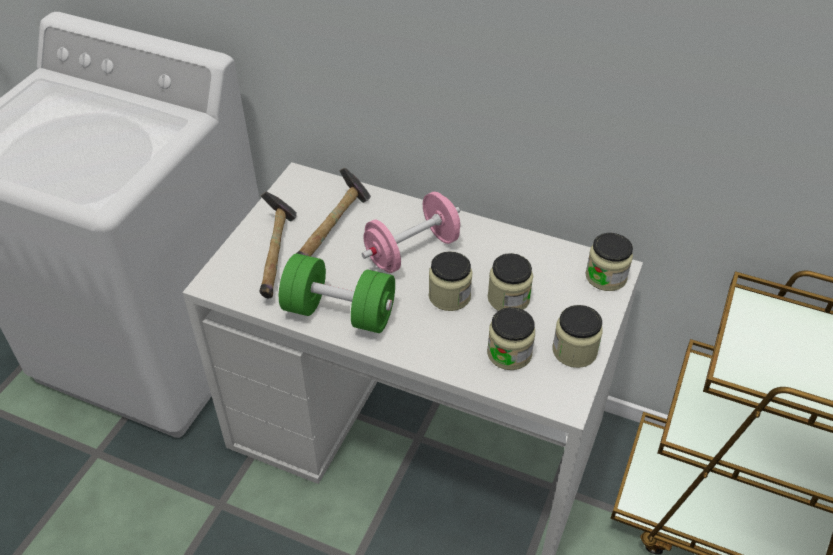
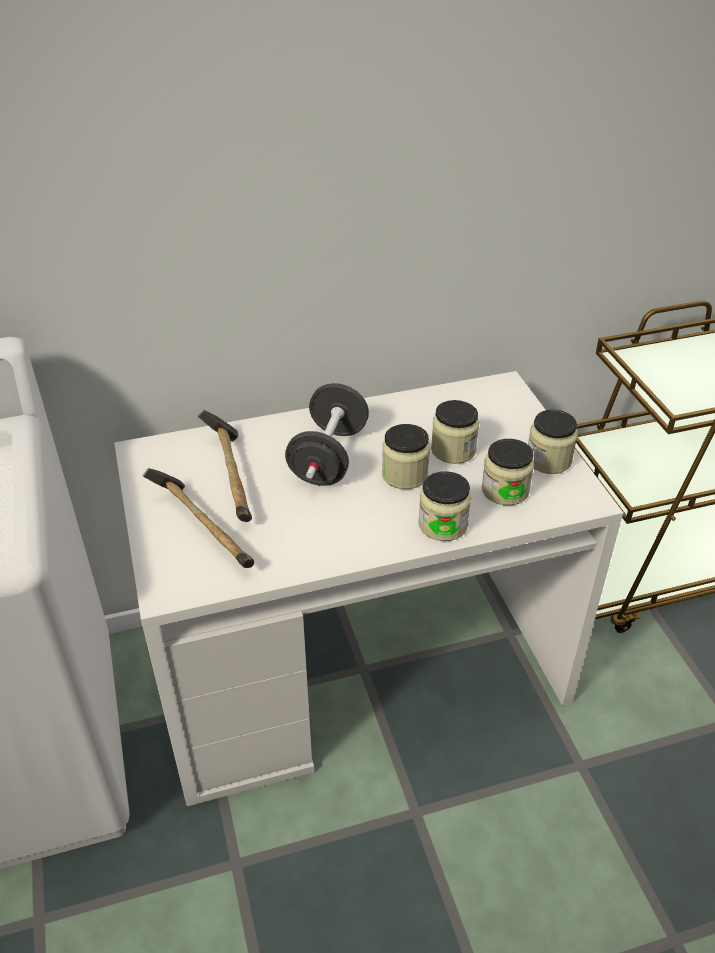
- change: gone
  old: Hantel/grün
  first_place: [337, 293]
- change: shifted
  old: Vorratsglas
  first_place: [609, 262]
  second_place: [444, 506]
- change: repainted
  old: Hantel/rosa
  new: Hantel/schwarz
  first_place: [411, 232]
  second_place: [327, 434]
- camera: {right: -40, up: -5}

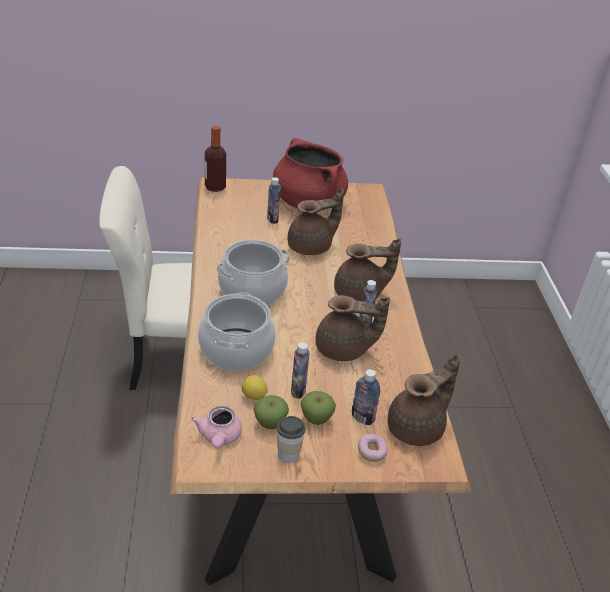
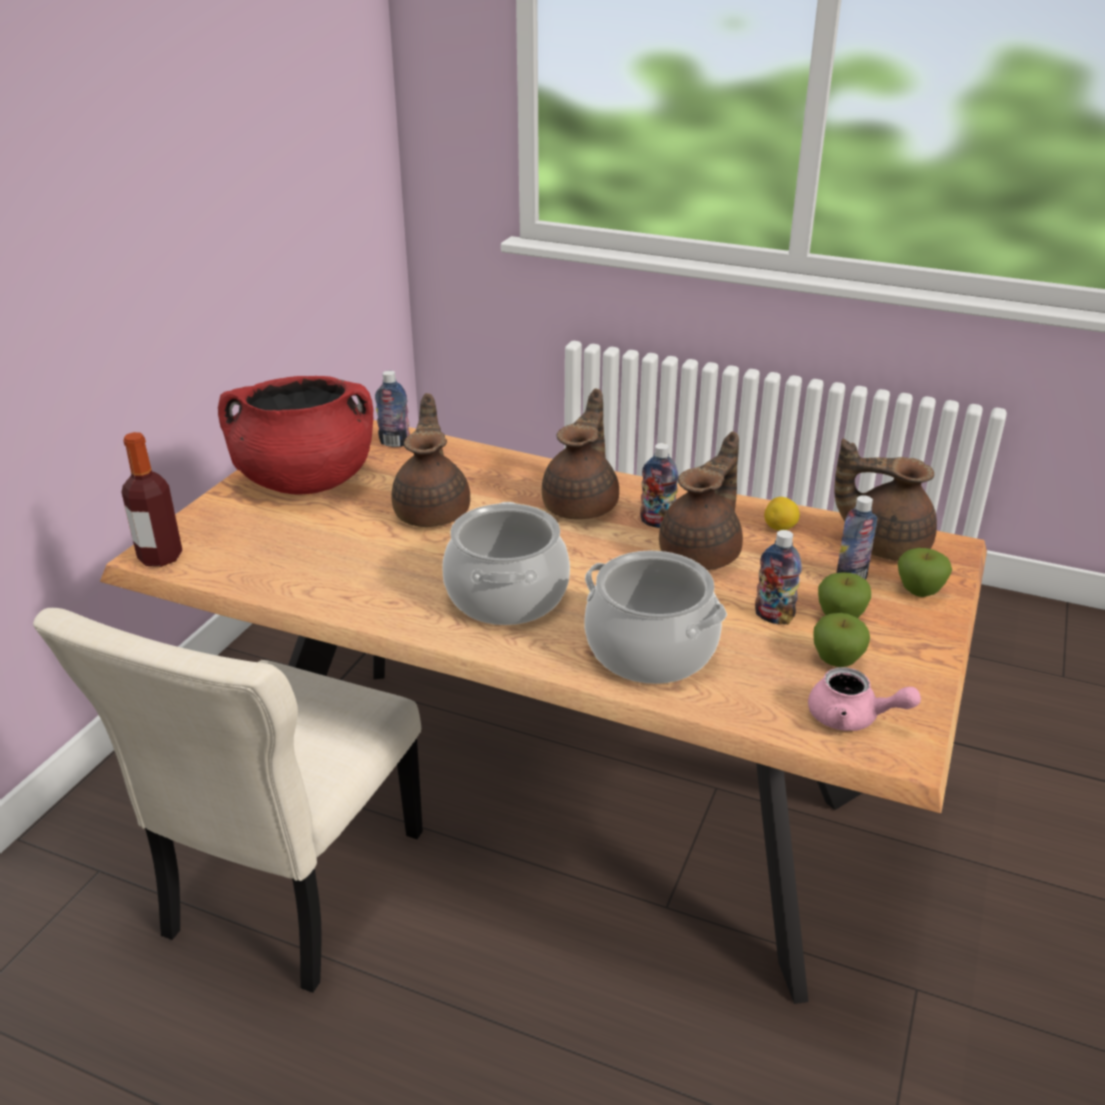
- change: gone
  old: Tasse
  first_place: [291, 439]
- change: shifted
  old: Zitrone
  first_place: [255, 387]
  second_place: [782, 513]
- change: shifted
  old: Flasche
  first_place: [274, 200]
  second_place: [392, 409]
- change: swapped
  old: Donut
  new: Apfel
  first_place: [372, 448]
  second_place: [925, 572]
- change: rotated
  old: Teekanne/braun
  first_place: [424, 400]
  second_place: [885, 499]
  degrees: -60
- camera: {right: -60, up: -5}

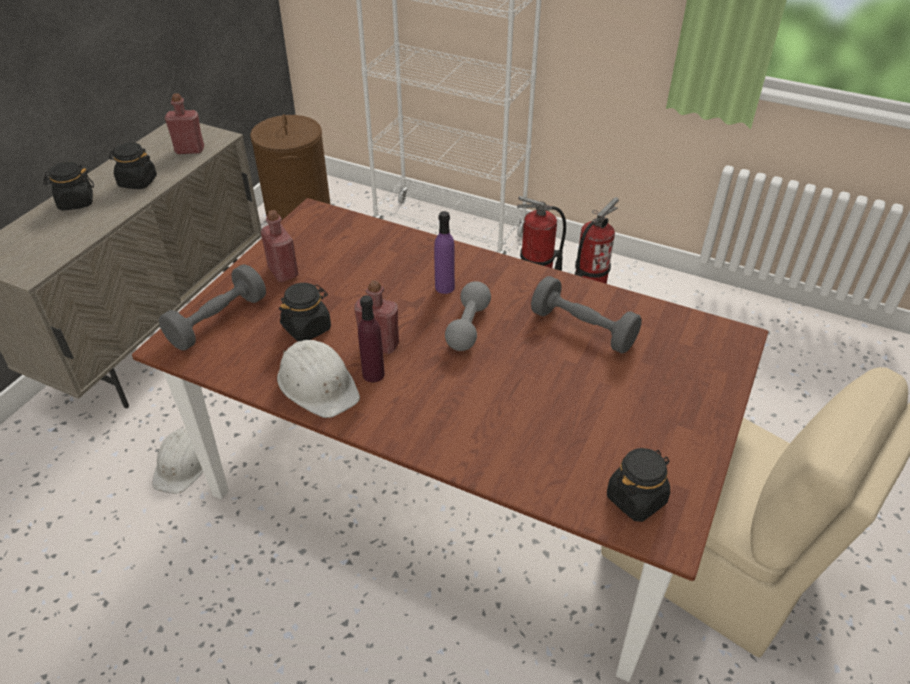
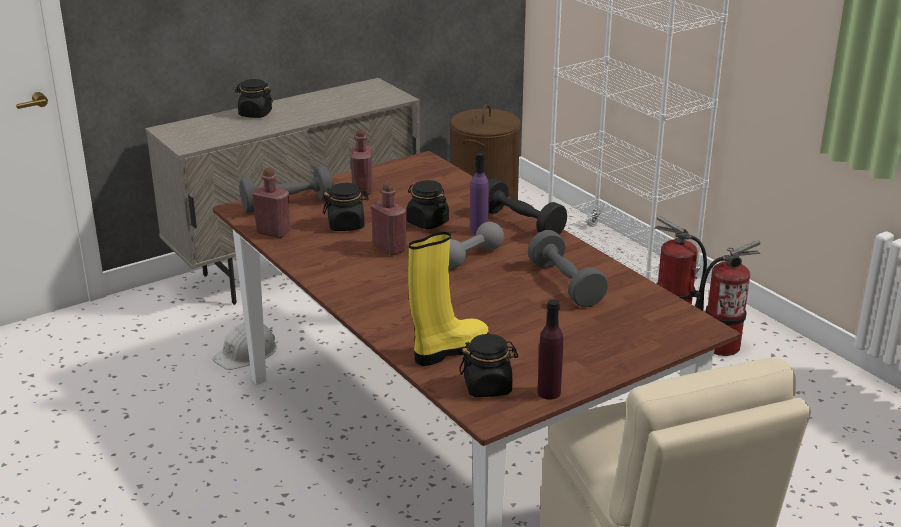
- change: gone
  old: Schutzhelm/weiß
  first_place: [318, 379]
- change: new
  new: Stiefel/gelb
  second_place: [448, 299]
- change: new
  new: Hantel/schwarz
  second_place: [527, 206]
- change: shifted
  old: Vorratsglas/schwarz
  first_place: [133, 165]
  second_place: [427, 204]
- change: shifted
  old: Flasche/rot
  first_place: [184, 123]
  second_place: [271, 203]
- change: shifted
  old: Flasche/lila
  first_place: [371, 338]
  second_place: [550, 349]
- camera: {right: 30, up: -15}

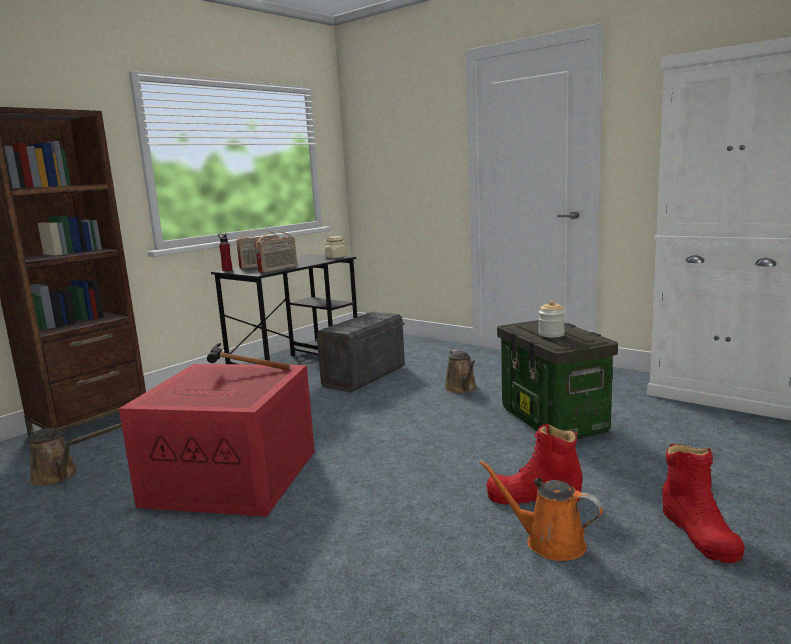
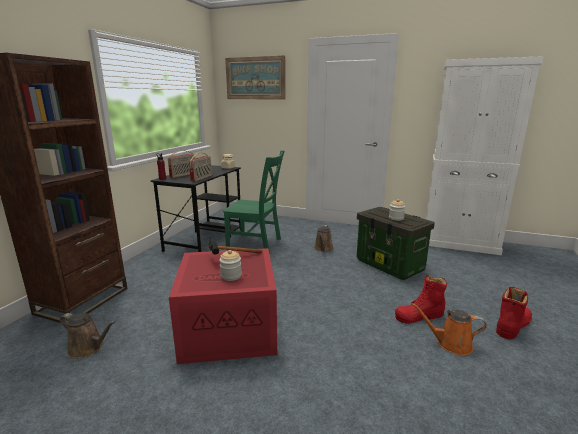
- change: new
  new: Vorratsglas
  second_place: [230, 265]
- change: new
  new: Bild
  second_place: [255, 77]
- change: swapped
  old: Aufbewahrungsbox/grau
  new: Stuhl/grün
  first_place: [360, 352]
  second_place: [254, 202]
- change: rotated
  old: Gießkanne/braun
  first_place: [460, 371]
  second_place: [324, 238]
  degrees: 45
- change: rotated
  old: Stiefel/rot
  first_place: [703, 503]
  second_place: [514, 313]
  degrees: -105
- camera: {right: -20, up: 5}

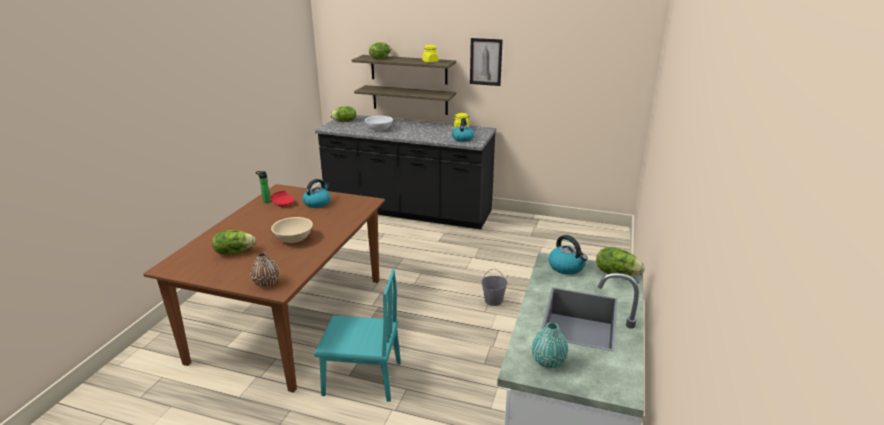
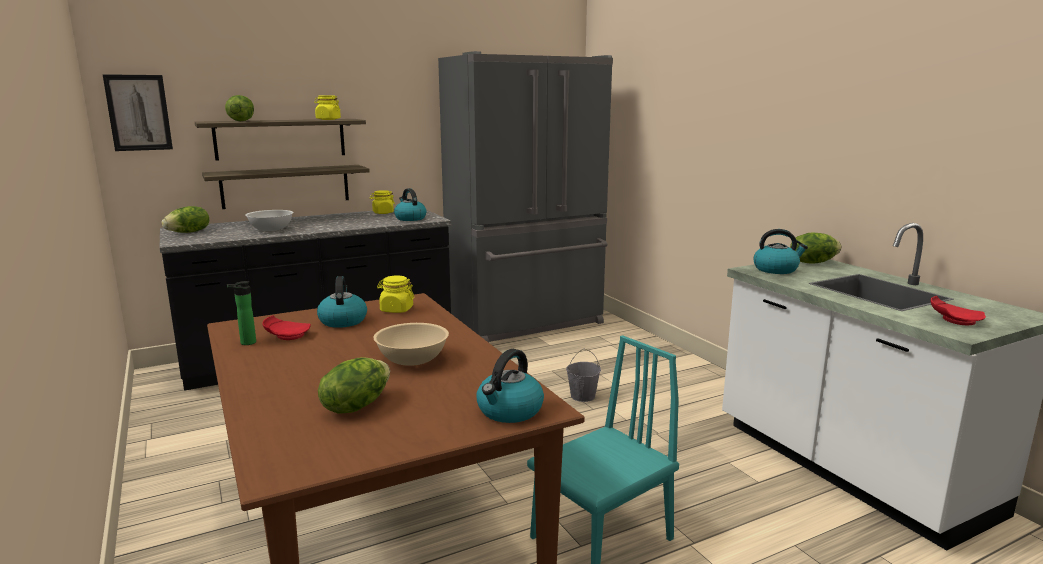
- change: new
  new: Vorratsglas/gelb
  second_place: [395, 294]
- change: new
  new: Kühlschrank/grau
  second_place: [525, 197]
- change: shifted
  old: Bild
  first_place: [486, 62]
  second_place: [137, 112]
- change: swapped
  old: Vase/braun
  new: Wasserkessel
  first_place: [265, 269]
  second_place: [510, 386]
- change: swapped
  old: Vase/türkis
  new: Teller/rot
  first_place: [550, 345]
  second_place: [958, 310]
- camera: {right: -45, up: -10}

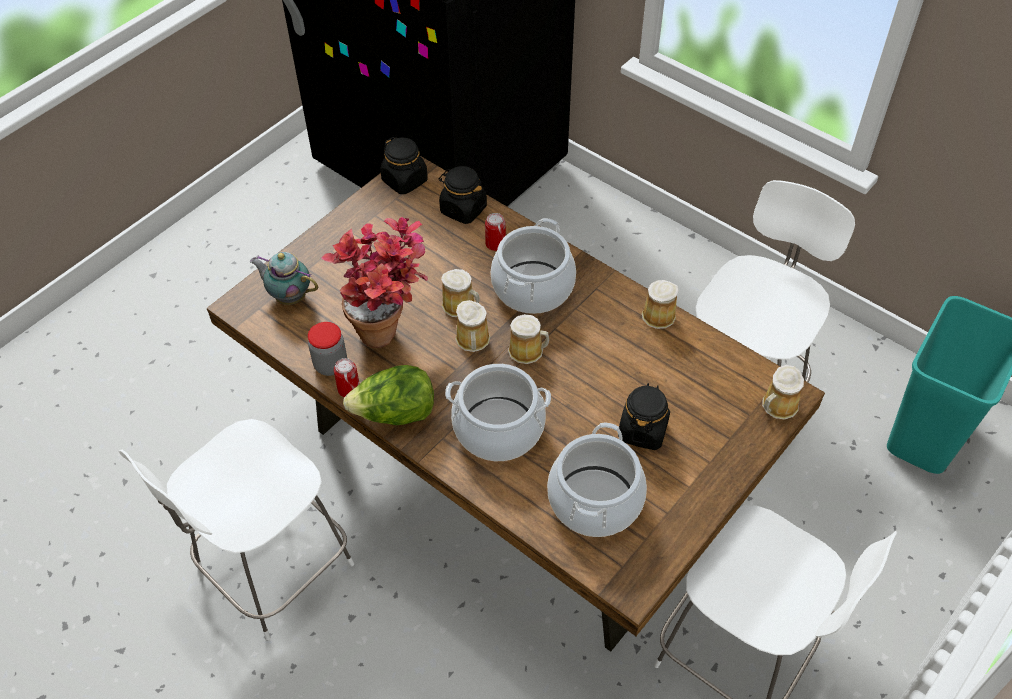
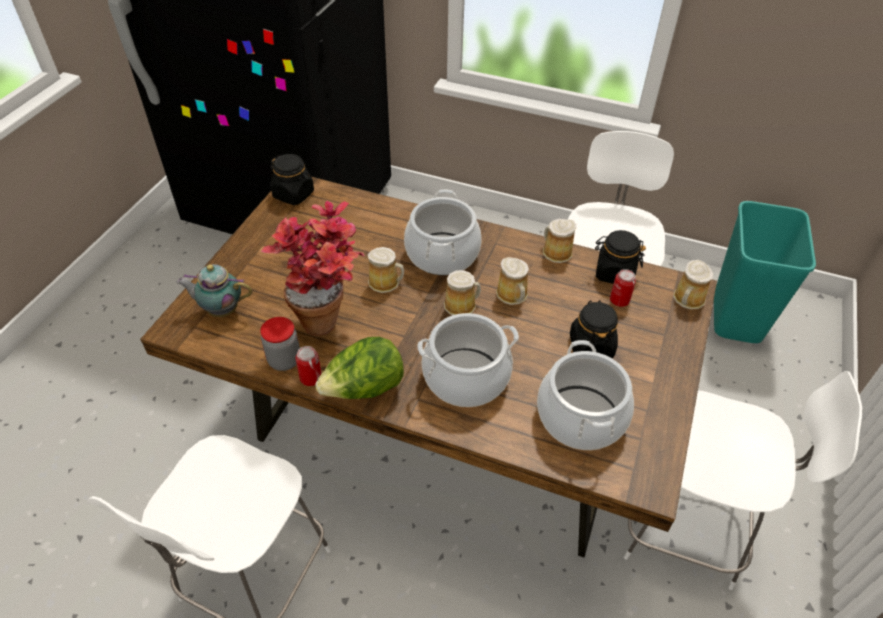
- change: shifted
  old: Vorratsglas/schwarz
  first_place: [463, 195]
  second_place: [620, 257]
- change: shifted
  old: Henkelbecher
  first_place: [472, 326]
  second_place: [512, 281]
- change: shifted
  old: Dose
  first_place: [495, 232]
  second_place: [623, 288]
- camera: {right: -20, up: -5}

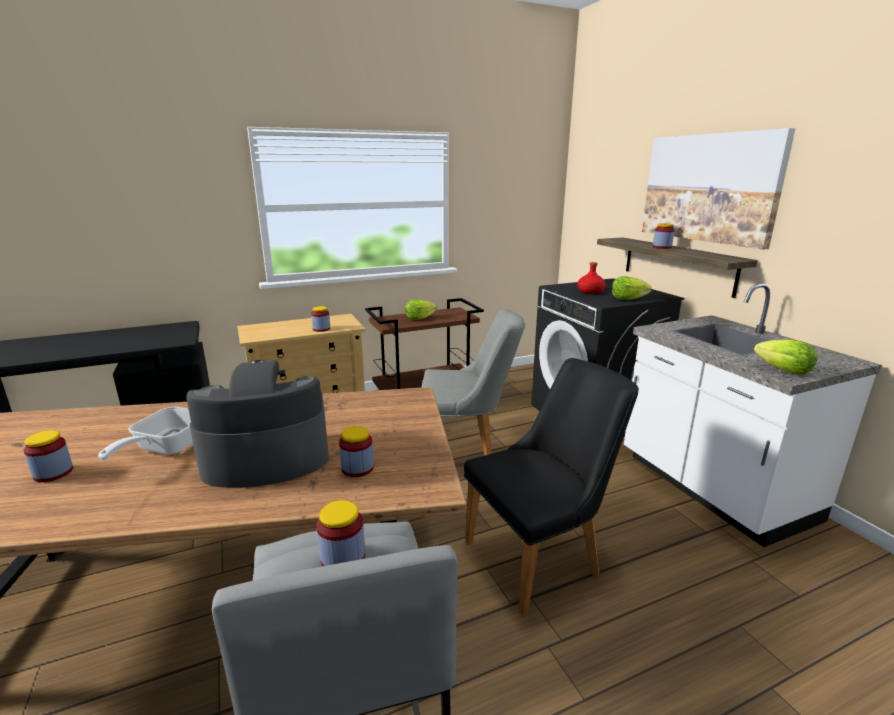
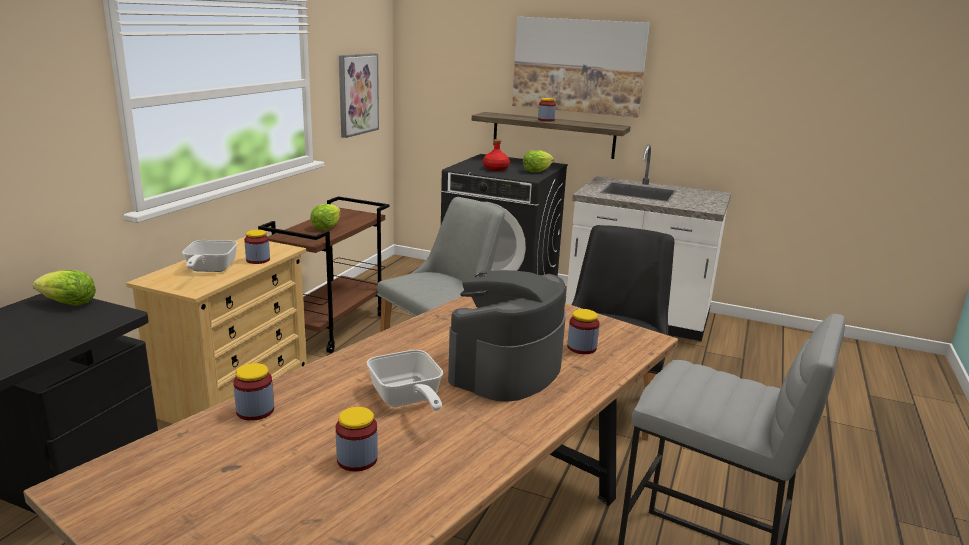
- change: new
  new: Pfanne
  second_place: [210, 256]
- change: new
  new: Bild
  second_place: [359, 95]
- change: shifted
  old: Vorratsglas
  first_place: [341, 533]
  second_place: [253, 392]
- change: shifted
  old: Salatkopf
  first_place: [785, 356]
  second_place: [64, 288]
- camera: {right: -45, up: 0}

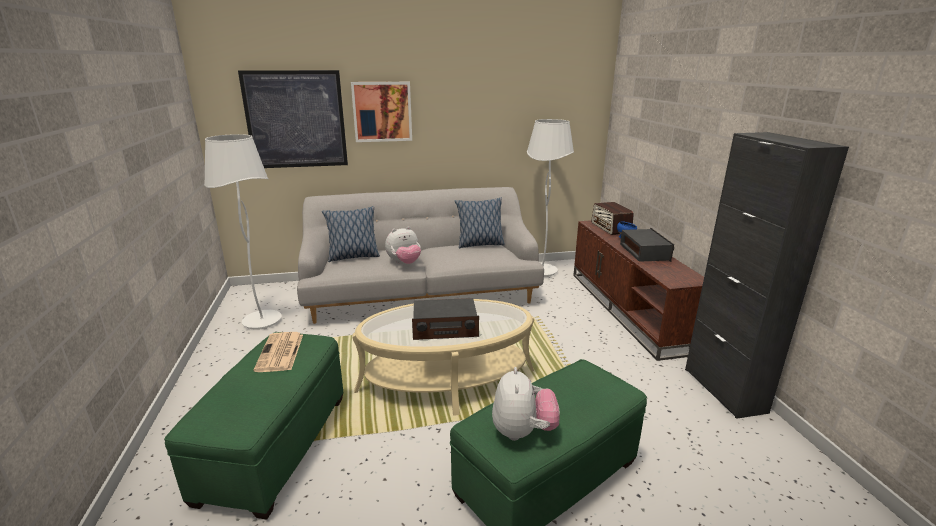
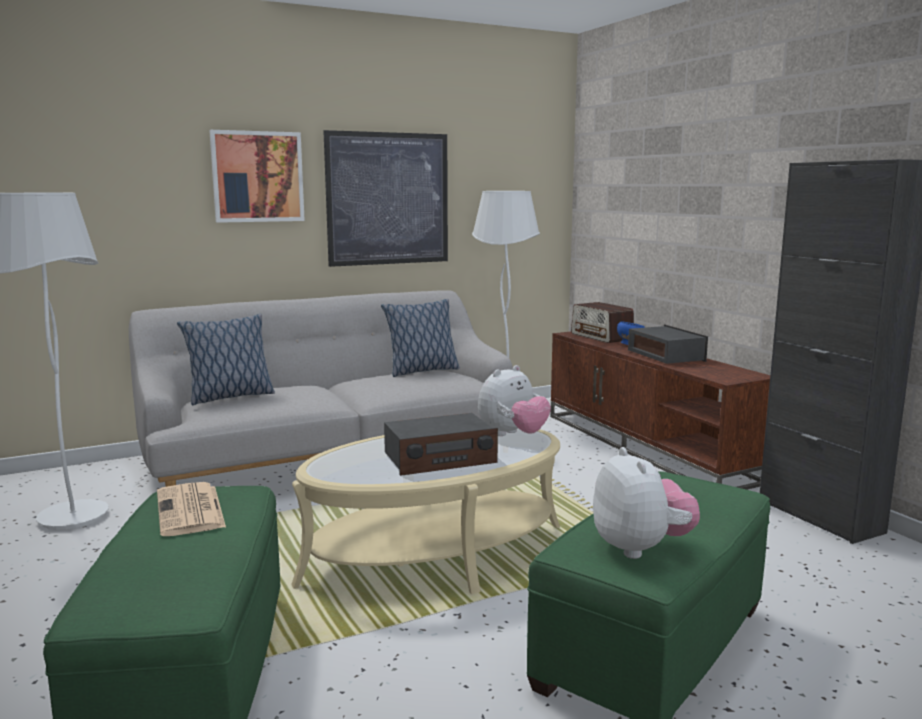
- change: shifted
  old: Bild
  first_place: [293, 119]
  second_place: [385, 198]
- change: shifted
  old: Plüschtier
  first_place: [403, 245]
  second_place: [514, 400]
- camera: {right: -15, up: -10}

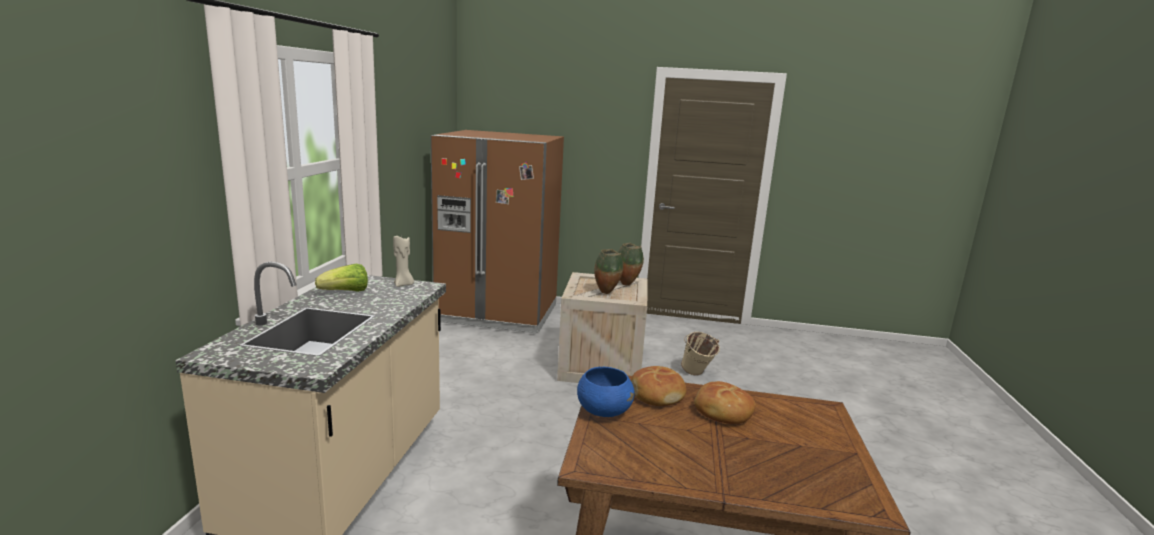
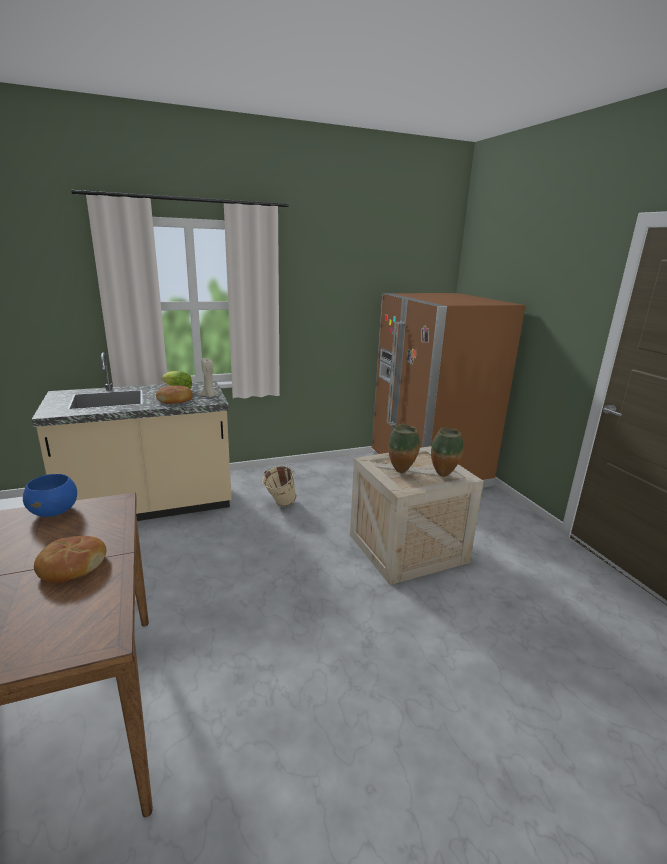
- change: shifted
  old: Brot
  first_place: [658, 386]
  second_place: [174, 394]
- change: shifted
  old: Eimer/beige
  first_place: [700, 354]
  second_place: [279, 486]
- camera: {right: 60, up: 5}

